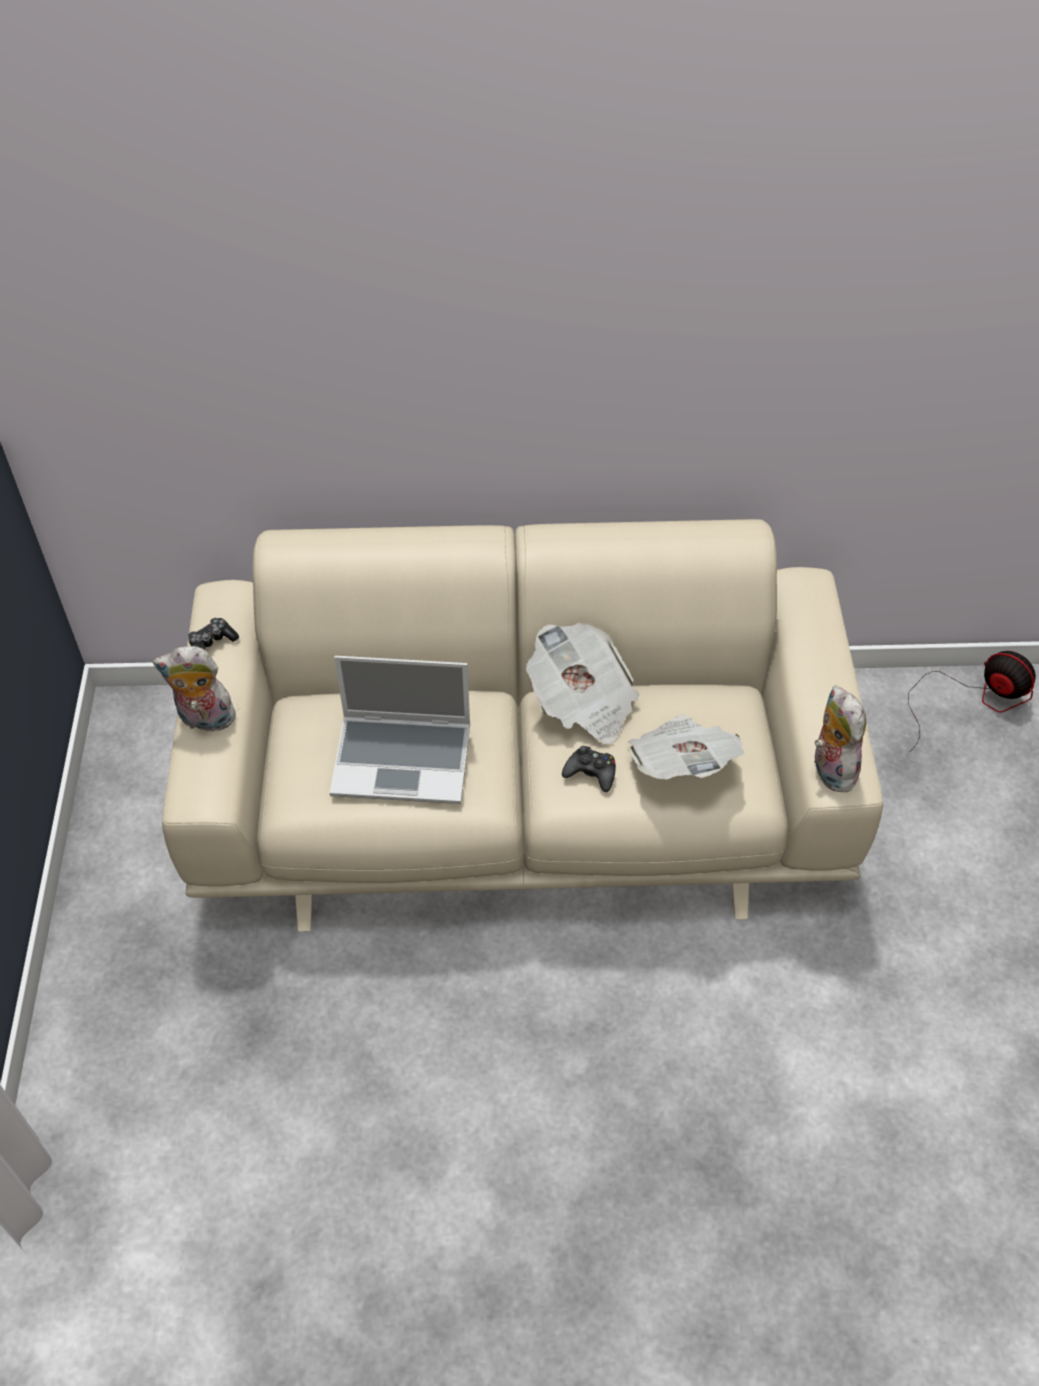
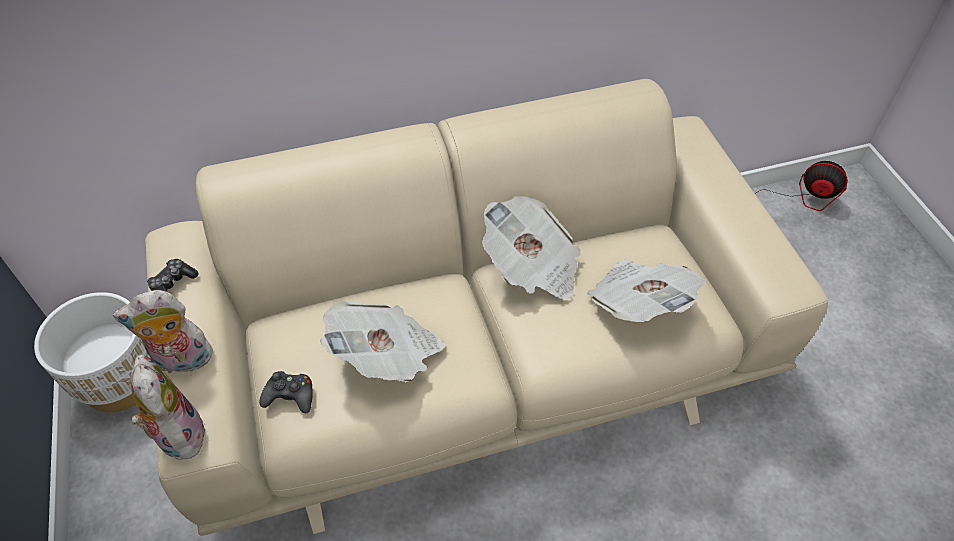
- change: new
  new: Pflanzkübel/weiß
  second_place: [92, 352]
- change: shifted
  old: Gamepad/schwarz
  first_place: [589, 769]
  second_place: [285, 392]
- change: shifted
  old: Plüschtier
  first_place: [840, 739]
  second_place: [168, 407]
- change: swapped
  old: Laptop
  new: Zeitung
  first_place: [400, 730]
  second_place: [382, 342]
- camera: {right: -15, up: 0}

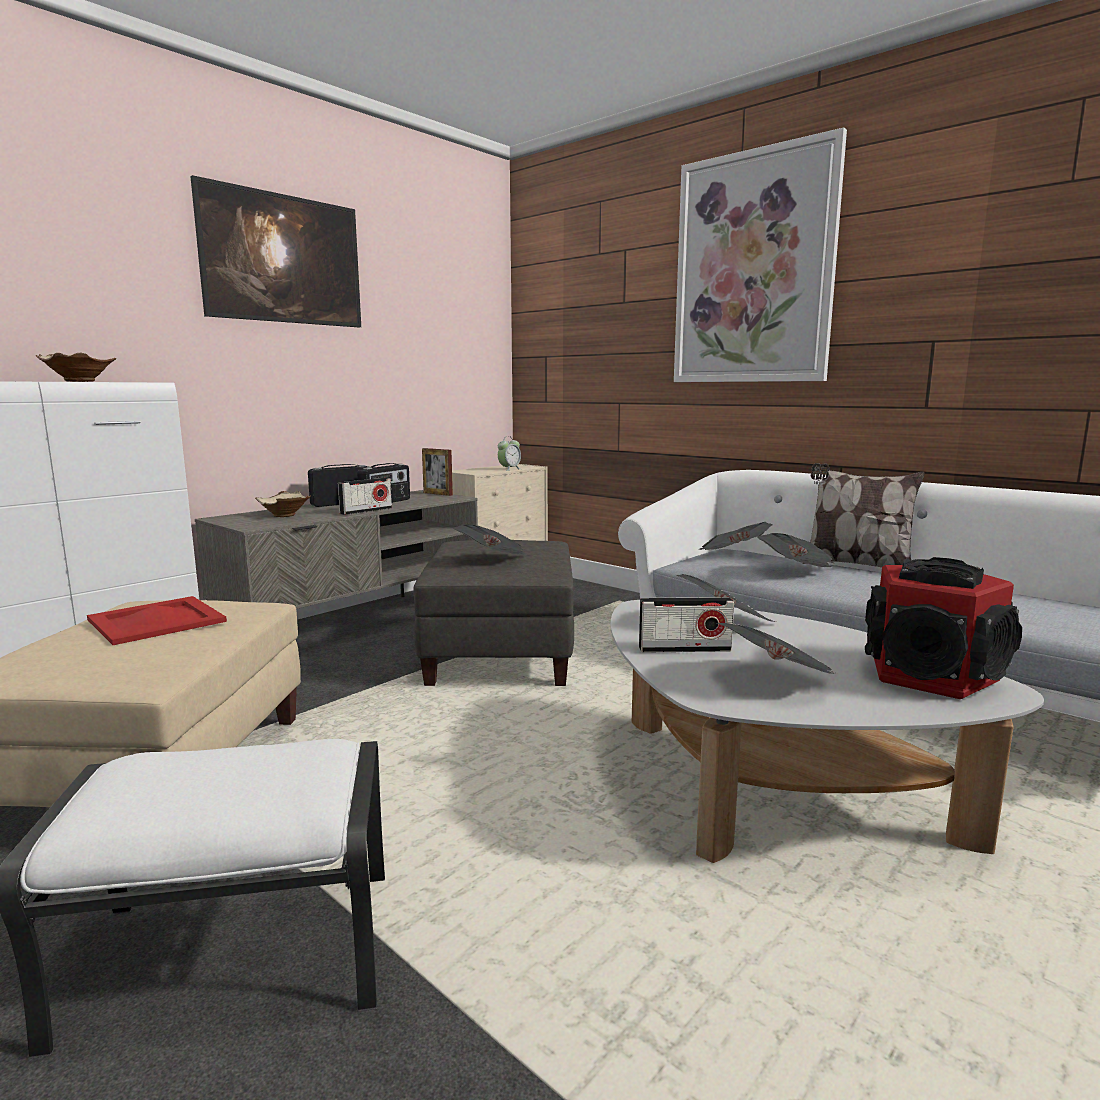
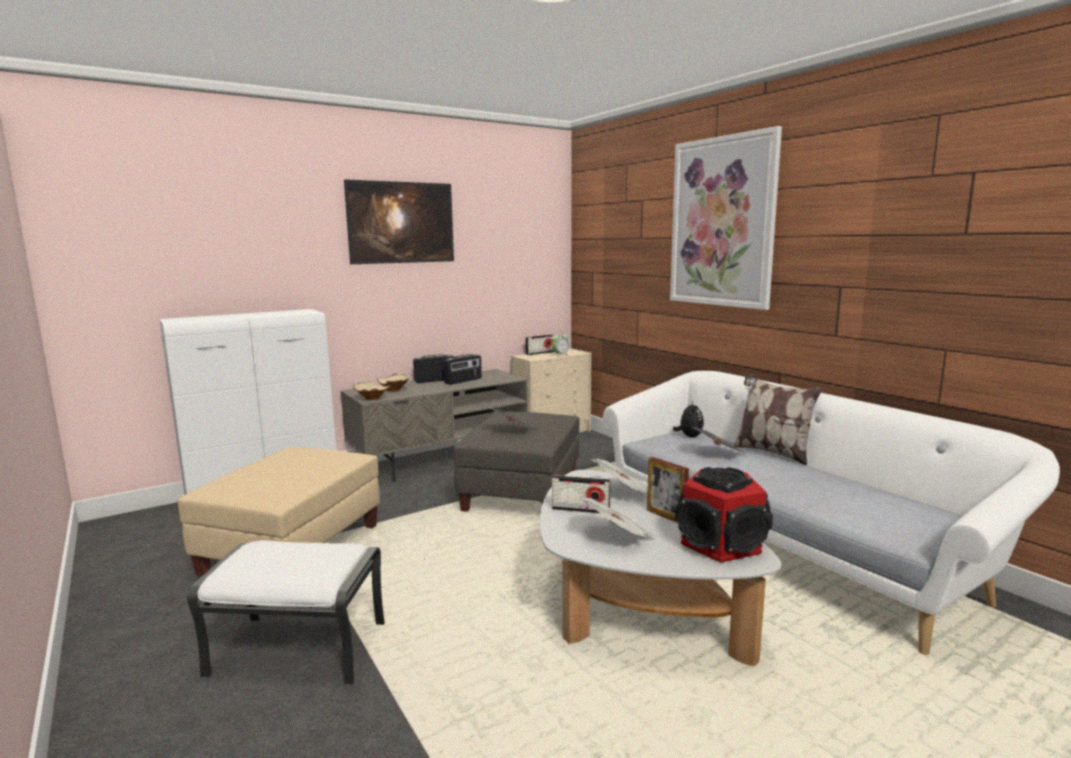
- change: gone
  old: Tablett/rot
  first_place: [157, 620]
- change: shifted
  old: Schüssel/beige
  first_place: [76, 367]
  second_place: [371, 390]
- change: shifted
  old: Radio
  first_place: [365, 496]
  second_place: [539, 344]
- change: shifted
  old: Bilderrahmen
  first_place: [437, 472]
  second_place: [668, 490]
- change: swapped
  old: Zeitung
  new: Plüschtier
  first_place: [736, 536]
  second_place: [688, 419]
- camera: {right: 15, up: 0}

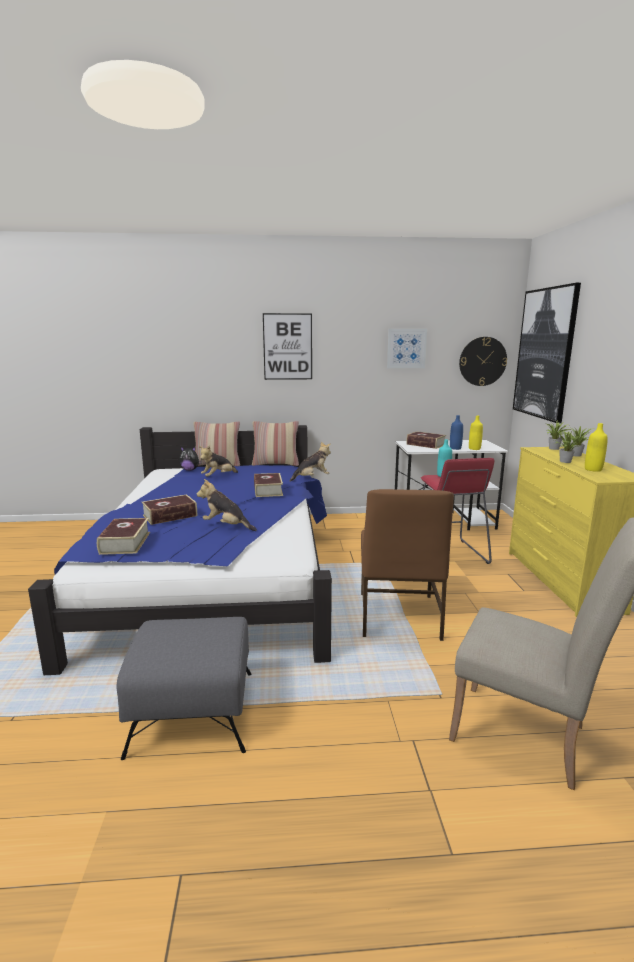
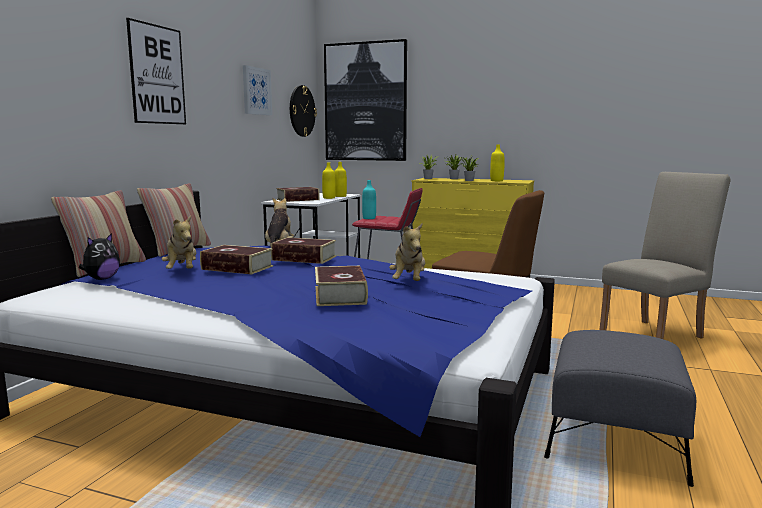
- change: shifted
  old: Buch
  first_place: [123, 536]
  second_place: [236, 259]
- change: repainted
  old: Flasche/blau
  new: Flasche/gelb
  first_place: [456, 432]
  second_place: [329, 180]
- change: rotated
  old: Plüschtier
  first_place: [227, 505]
  second_place: [407, 252]
  degrees: -45
- camera: {right: -65, up: -5}

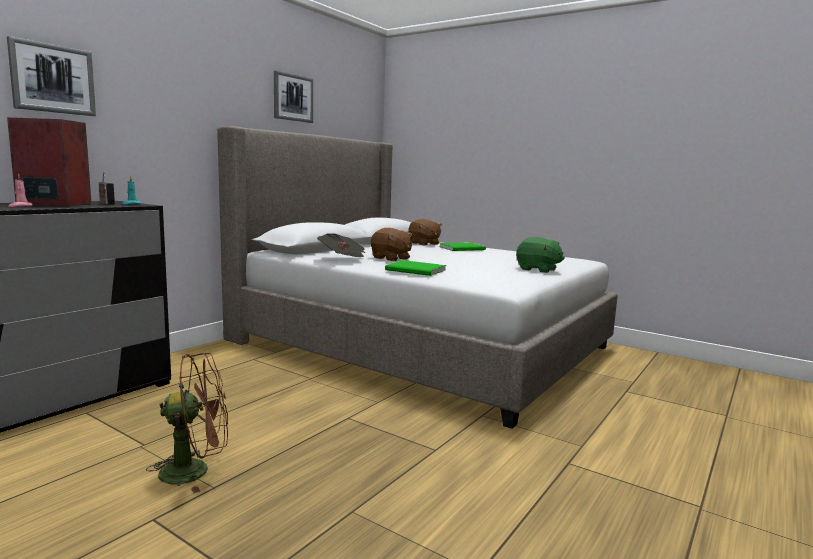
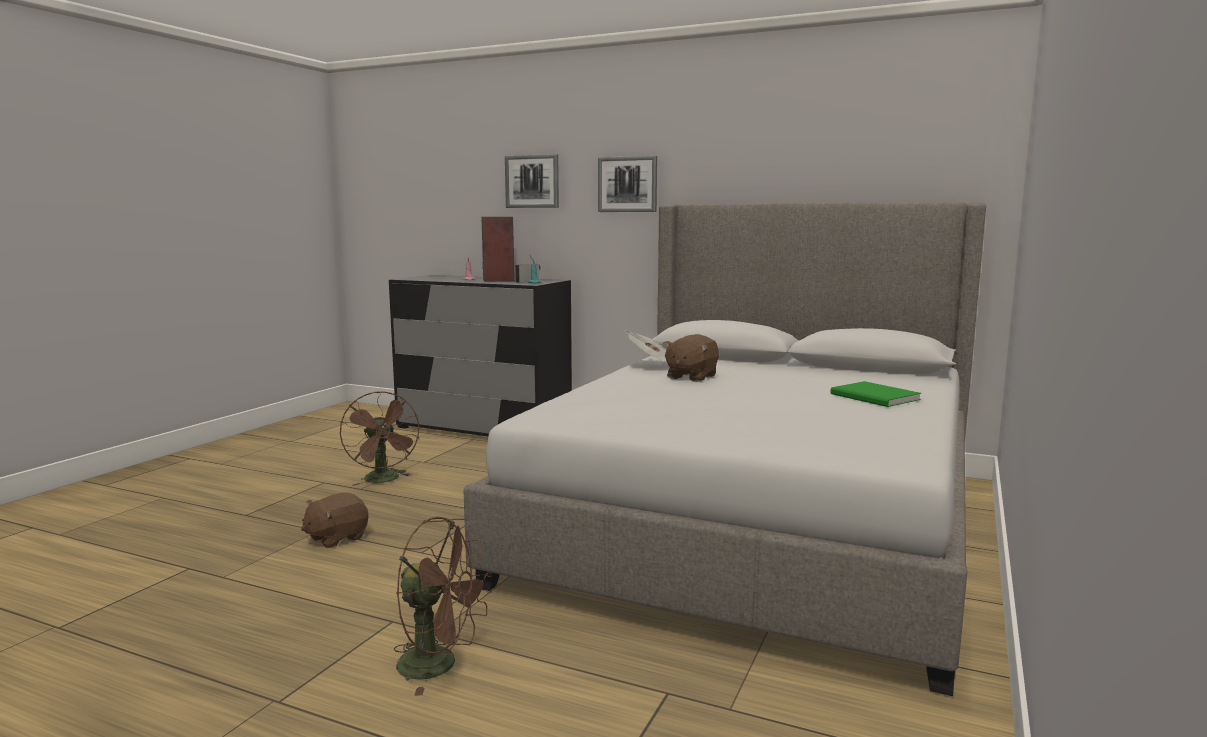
- change: gone
  old: Buch/grün
  first_place: [415, 268]
- change: gone
  old: Plüschtier/grün
  first_place: [540, 255]
- change: new
  new: Ventilator/braun
  second_place: [443, 606]
- change: shifted
  old: Bild
  first_place: [293, 97]
  second_place: [627, 184]
- change: shifted
  old: Plüschtier/braun
  first_place: [425, 232]
  second_place: [334, 520]
- camera: {right: 80, up: 0}

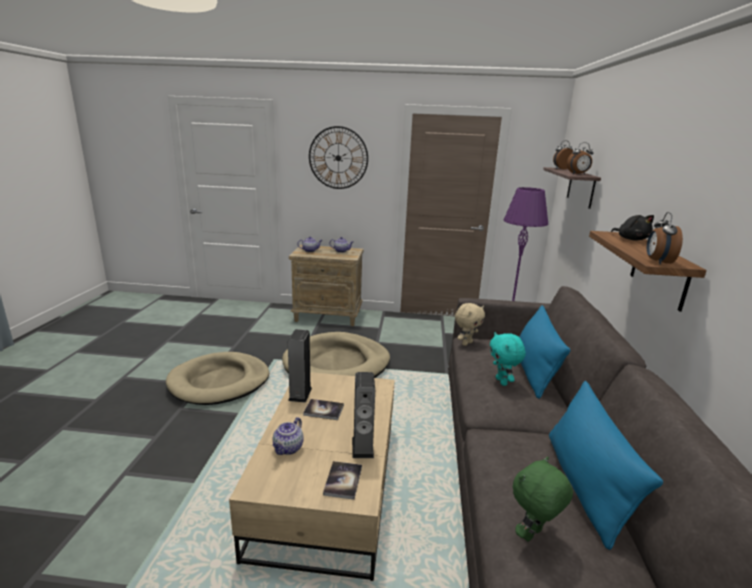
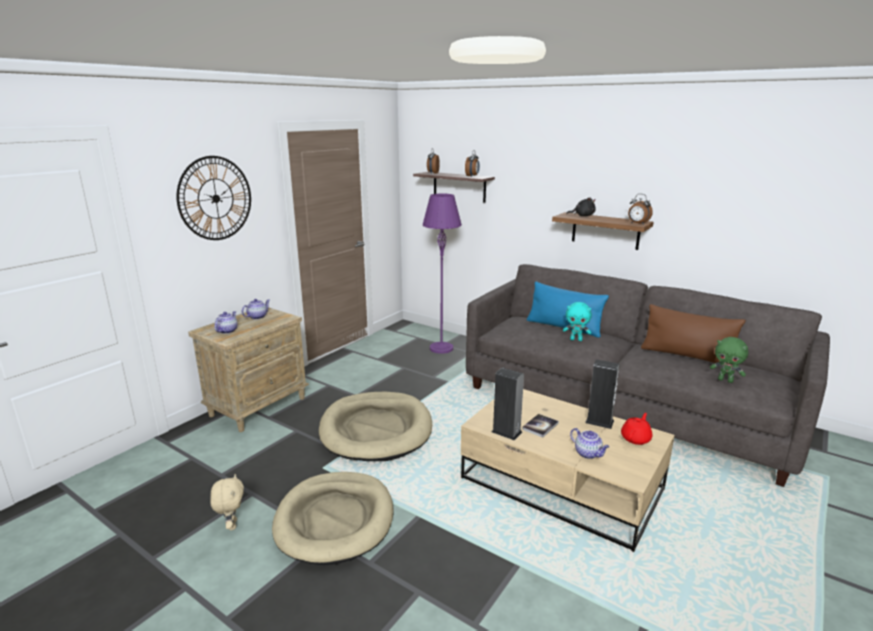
- change: shifted
  old: Plüschtier/beige
  first_place: [470, 324]
  second_place: [227, 502]
- change: swapped
  old: Buch
  new: Teekanne/rot
  first_place: [342, 480]
  second_place: [636, 429]
- change: repainted
  old: Kissen/blau
  new: Kissen/braun
  first_place: [606, 465]
  second_place: [693, 333]
- change: rotated
  old: Plüschtier/grün
  first_place: [543, 499]
  second_place: [729, 360]
  degrees: -45
- camera: {right: -60, up: 0}

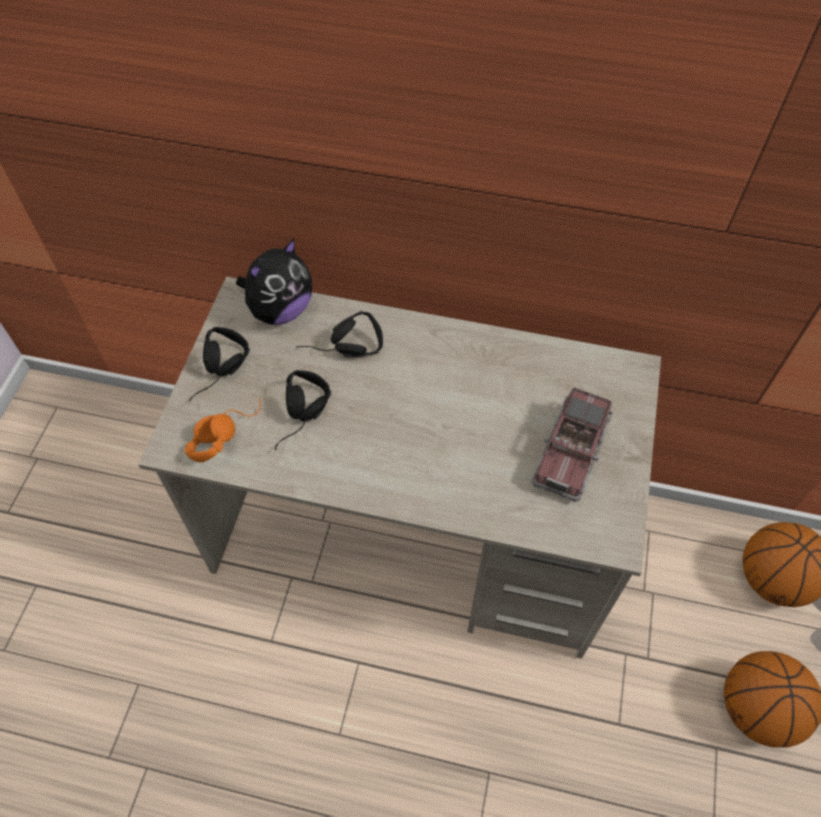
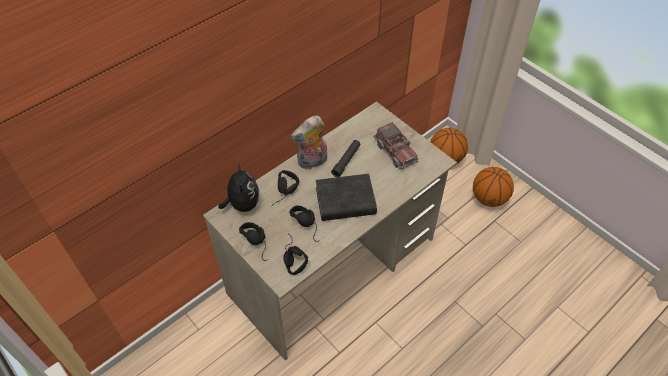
- change: new
  new: Plüschtier
  second_place: [309, 142]
- change: new
  new: Buch/schwarz
  second_place: [346, 197]
- change: new
  new: Taschenlampe/schwarz
  second_place: [346, 158]
- change: repainted
  old: Kopfhörer/orange
  new: Kopfhörer/schwarz
  first_place: [223, 430]
  second_place: [295, 254]
- camera: {right: -55, up: -5}

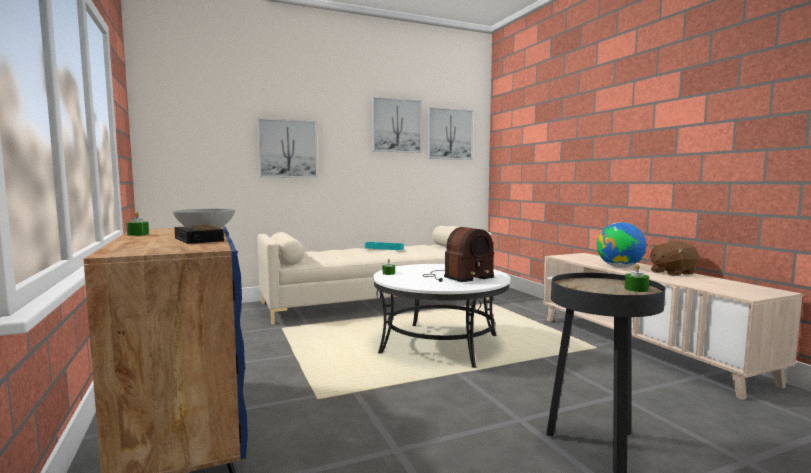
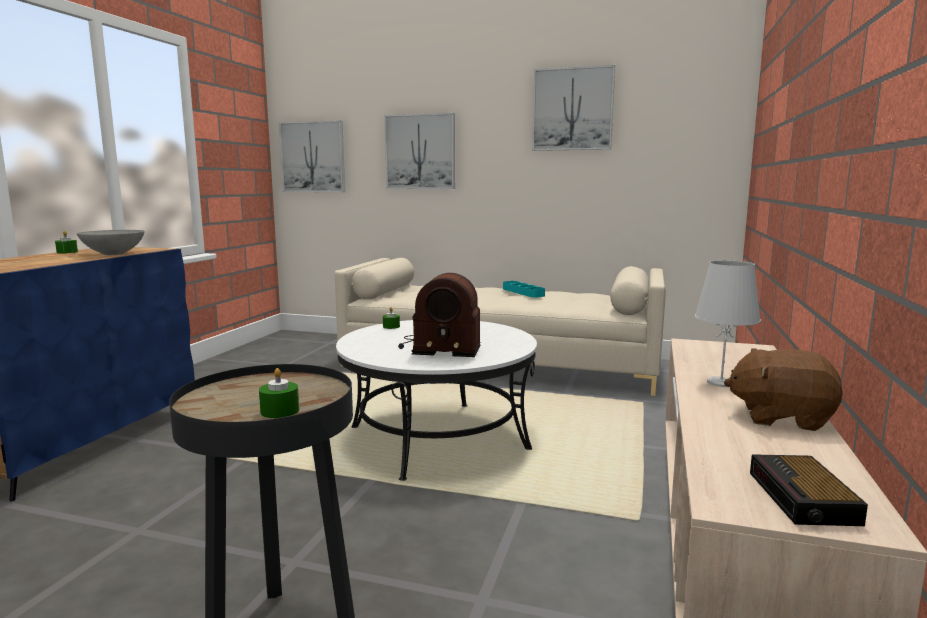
- change: shifted
  old: Wecker
  first_place: [199, 234]
  second_place: [809, 490]
- change: shifted
  old: Bild
  first_place: [450, 133]
  second_place: [312, 156]
- change: swapped
  old: Globus
  new: Tischlampe/weiß
  first_place: [621, 244]
  second_place: [728, 323]
- camera: {right: 40, up: 5}

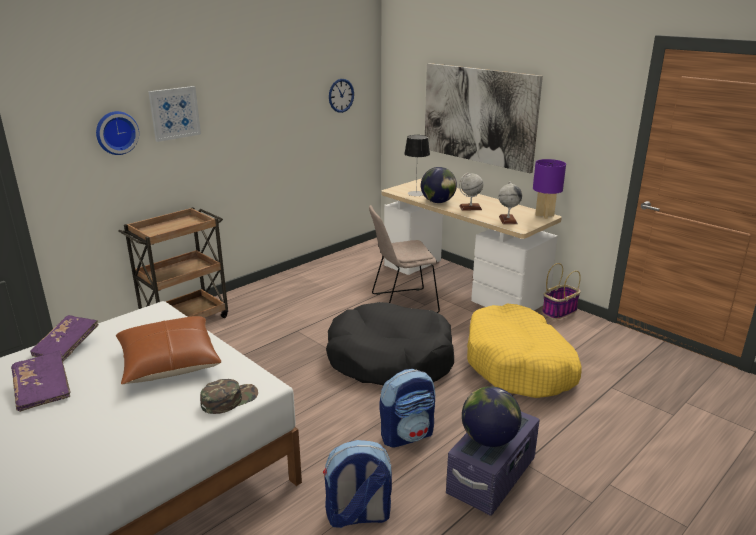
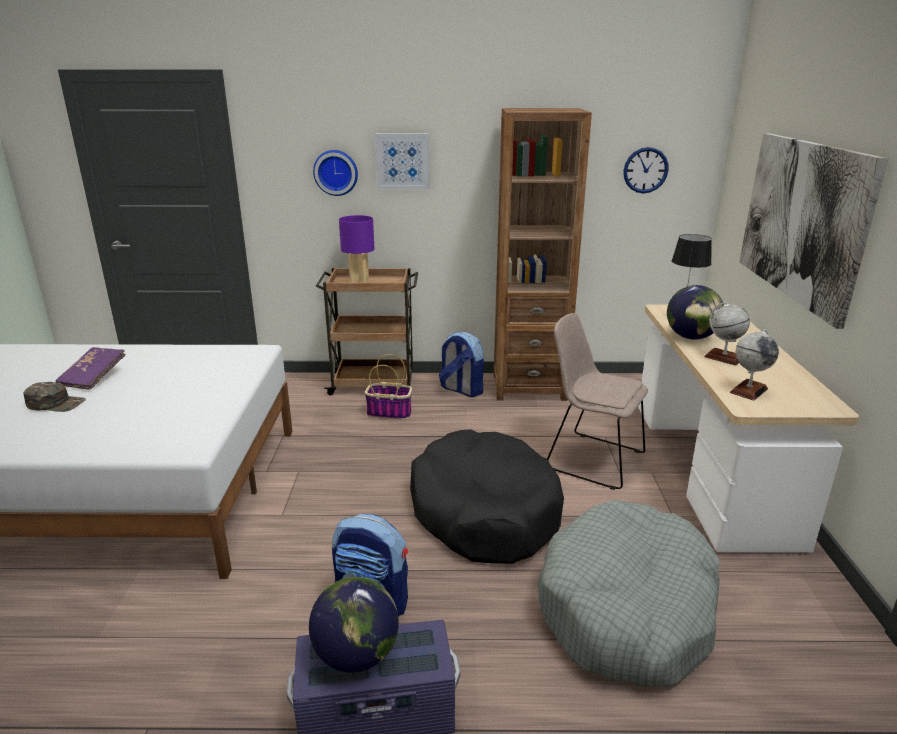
- change: gone
  old: Buch/lila
  first_place: [64, 338]
- change: gone
  old: Kissen/braun
  first_place: [168, 350]
- change: new
  new: Bücherregal/braun
  second_place: [543, 254]
- change: shifted
  old: Kappe/grün
  first_place: [229, 396]
  second_place: [54, 397]
- change: shifted
  old: Rucksack
  first_place: [357, 484]
  second_place: [461, 364]
- change: shifted
  old: Tischlampe/lila
  first_place: [549, 189]
  second_place: [356, 249]
- change: shifted
  old: Korb
  first_place: [561, 291]
  second_place: [388, 387]
- change: repainted
  old: Hundebett/gelb
  new: Hundebett/grau
  first_place: [524, 351]
  second_place: [629, 593]
- camera: {right: 45, up: 0}

